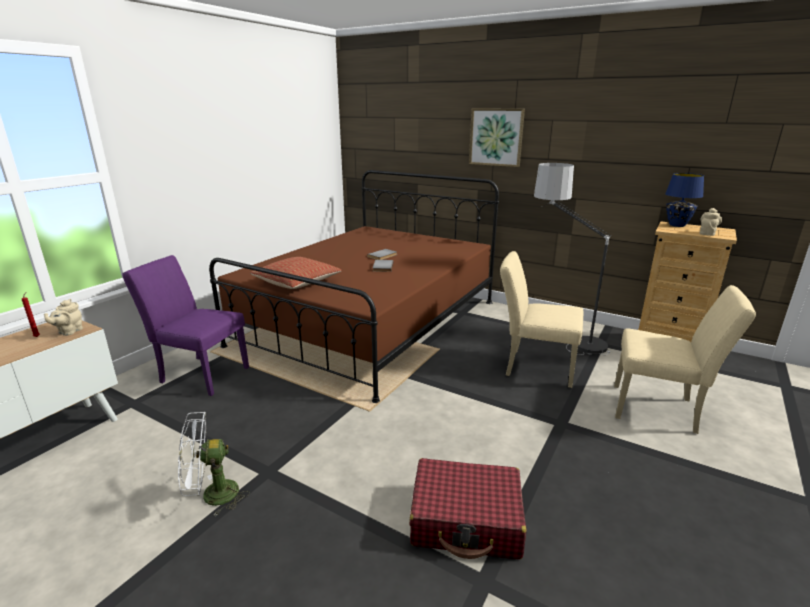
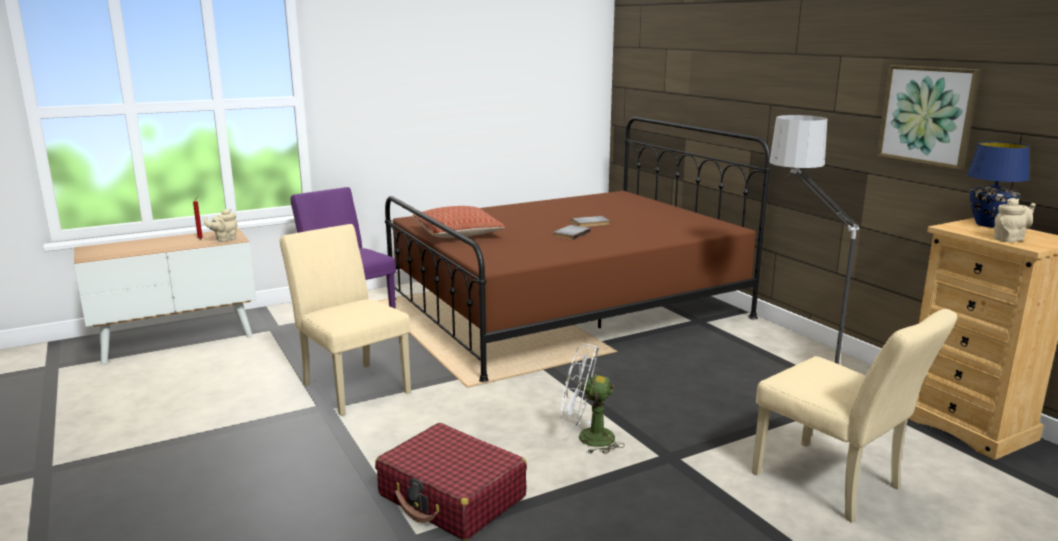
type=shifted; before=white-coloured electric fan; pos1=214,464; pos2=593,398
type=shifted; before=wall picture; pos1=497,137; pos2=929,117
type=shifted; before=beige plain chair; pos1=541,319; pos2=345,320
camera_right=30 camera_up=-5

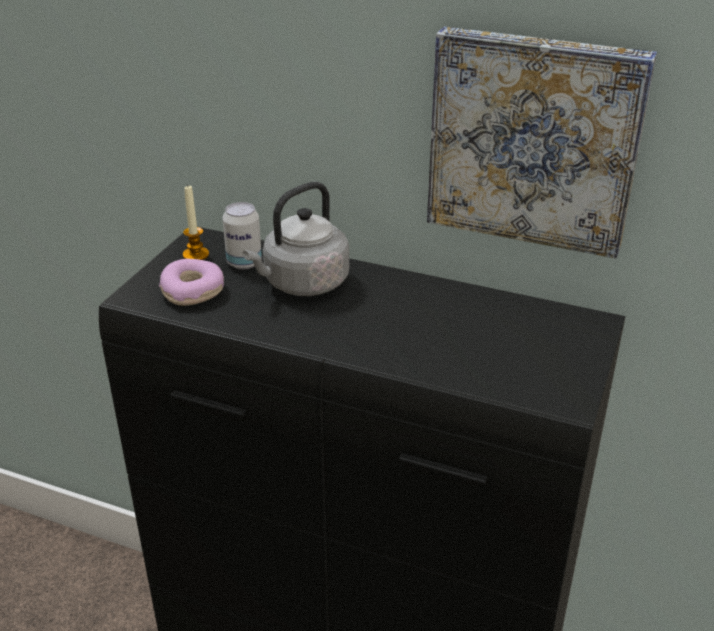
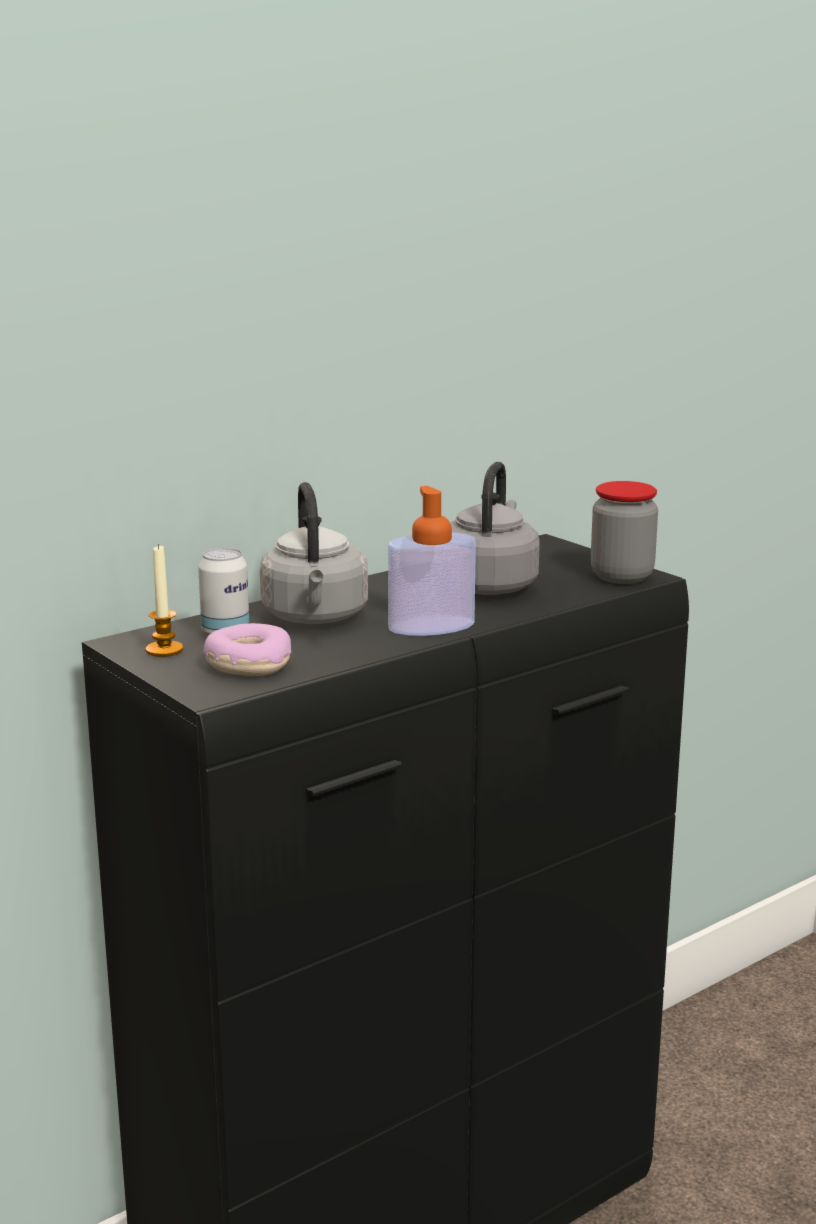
type=gone; before=wall picture; pos1=542,142
type=new; after=liquid soap bottle; pos2=432,561
type=new; after=grey tea kettle; pos2=495,528
type=new; after=preserve jar; pos2=624,532
camera_right=-60 camera_up=-15

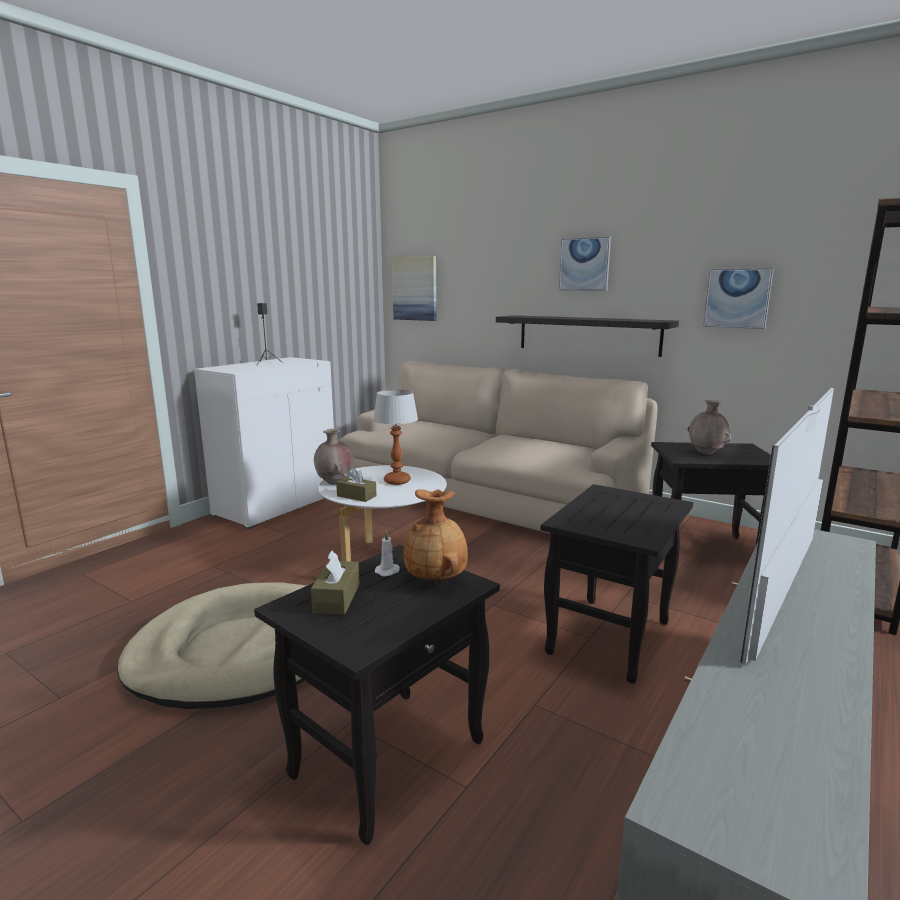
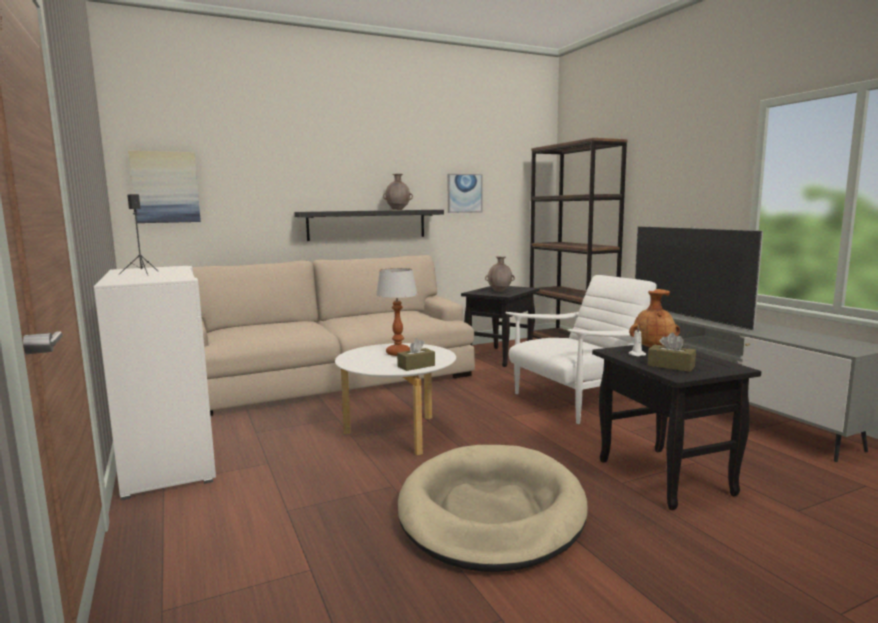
type=shifted; before=brown-coloured vase; pos1=333,457; pos2=398,192
type=swapped; before=black-coloured end table; after=white-coloured armchair; pos1=617,584; pos2=581,349
type=gone; before=wall picture; pos1=585,264
camera_right=-60 camera_up=-5

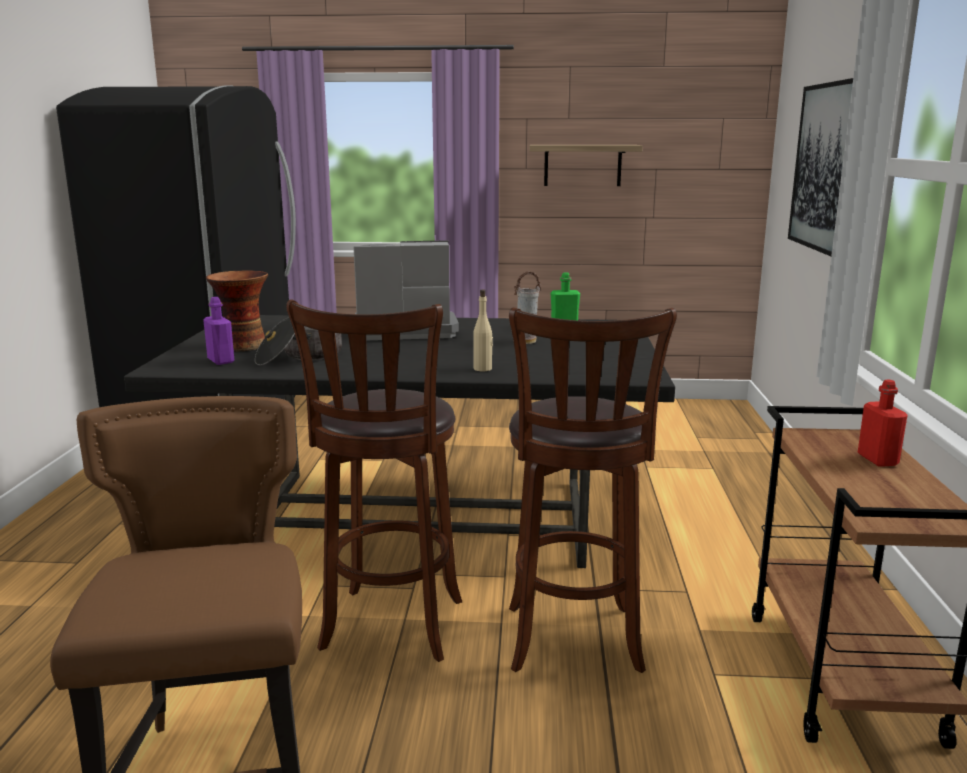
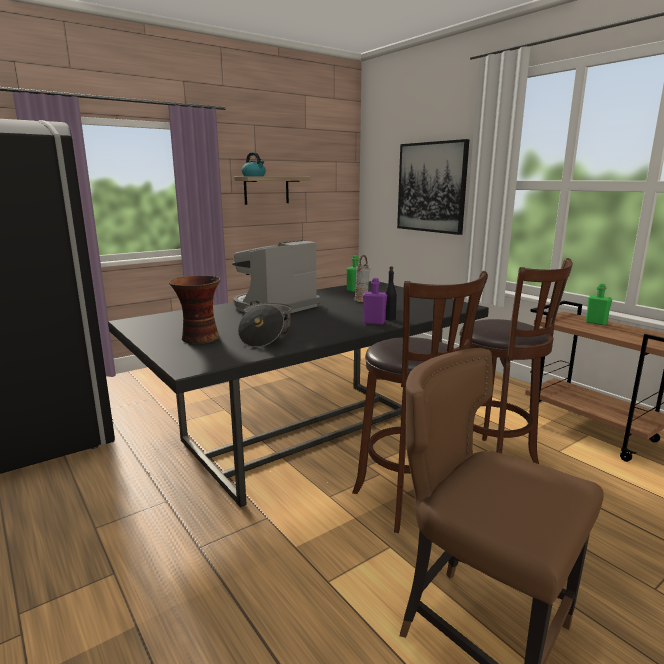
type=shifted; before=purplish beverage bottle; pos1=218,331; pos2=375,301
type=repainted; before=beige beverage bottle; after=black-coloured beverage bottle; pos1=483,330; pos2=391,293
type=repainted; before=reddish beverage bottle; after=green-coloured beverage bottle; pos1=883,423; pos2=598,304
type=new; after=tea kettle; pos2=254,164
camera_right=-40 camera_up=0

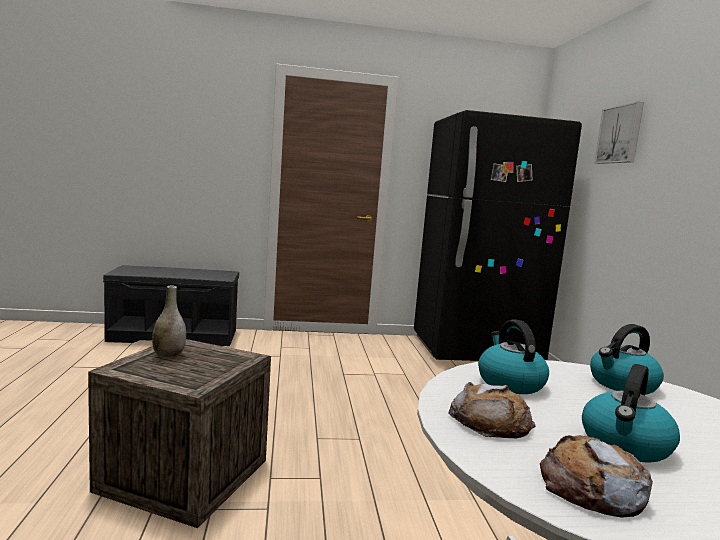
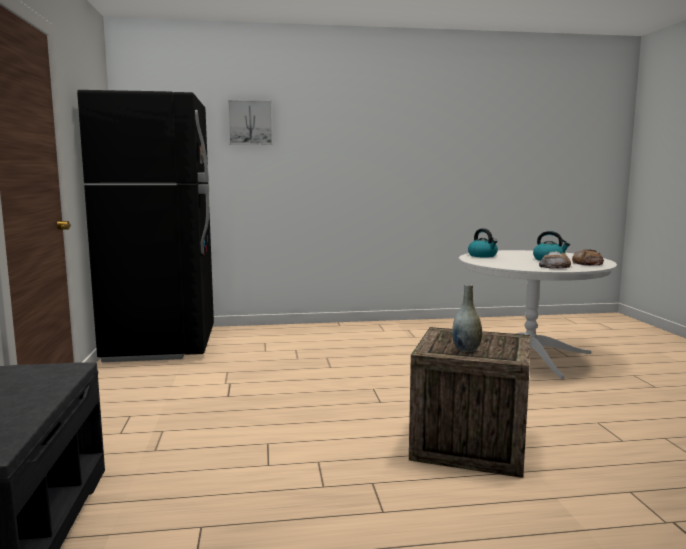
type=gone; before=tea kettle; pos1=513,357
camera_right=-90 camera_up=0

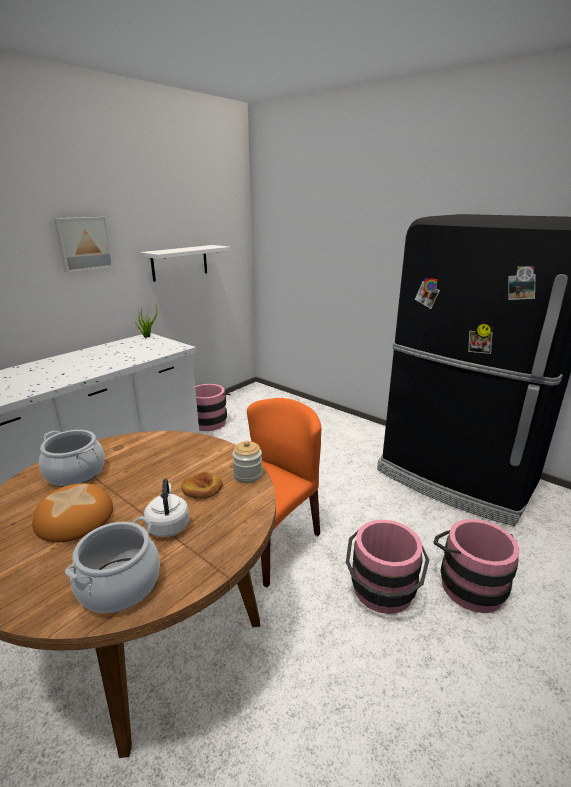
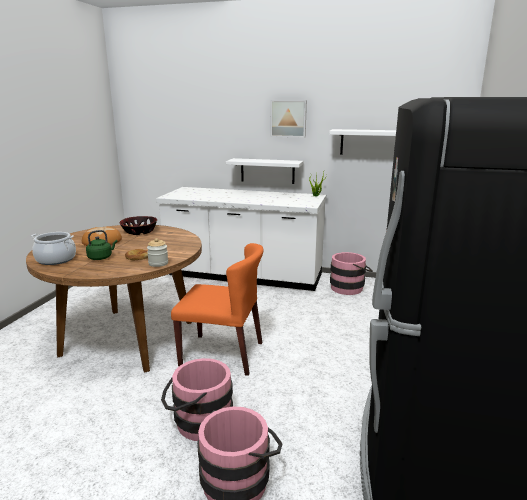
type=swapped; before=stockpot; after=bowl; pos1=72,458; pos2=138,225
type=repainted; before=white-coloured tea kettle; after=green-coloured tea kettle; pos1=166,507; pos2=102,245
type=new; after=white-coloured shelf; pos2=265,171
camera_right=65 camera_up=-5

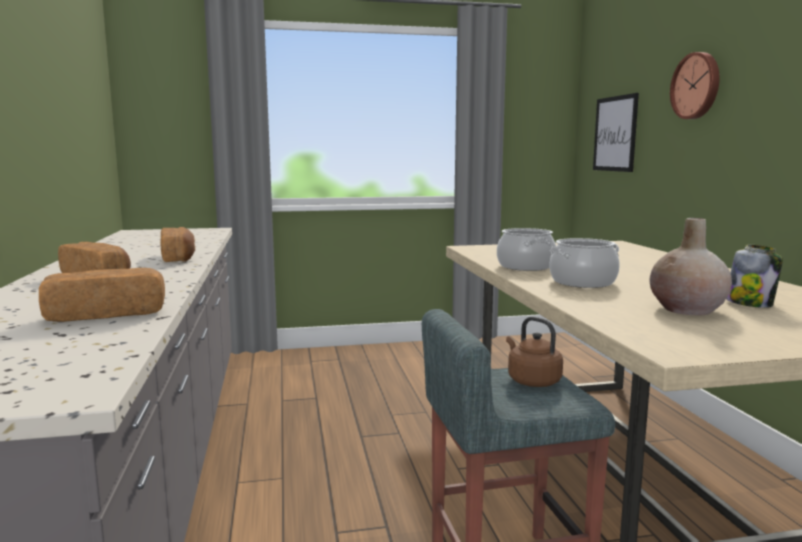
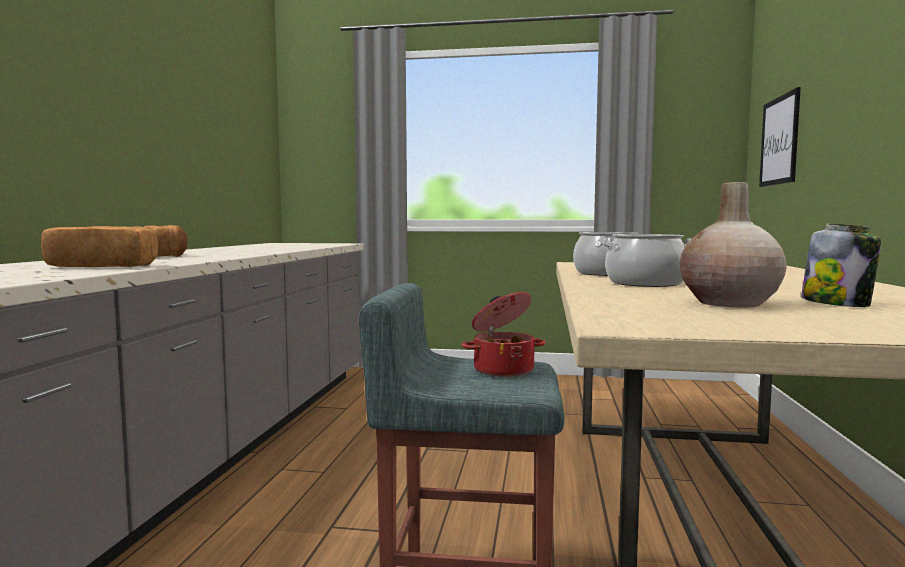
type=gone; before=bread; pos1=178,244
type=swapped; before=brown-coloured tea kettle; after=stockpot; pos1=534,352; pos2=503,334
type=gone; before=clock on the wall; pos1=695,85
camera_right=20 camera_up=-5

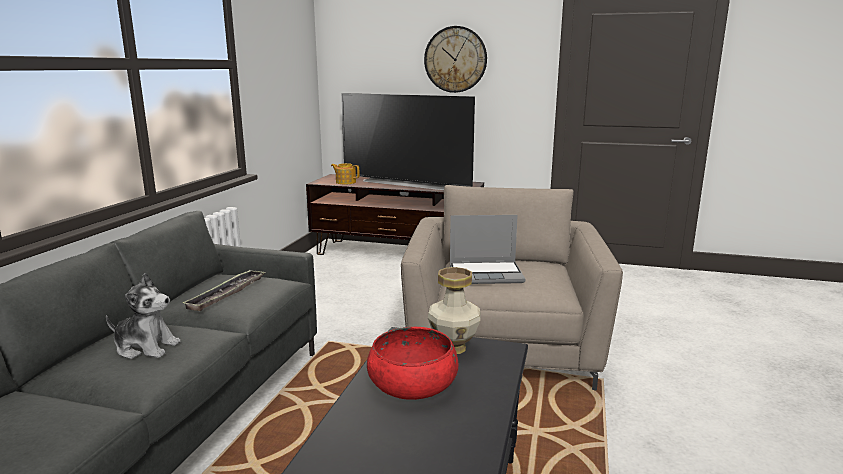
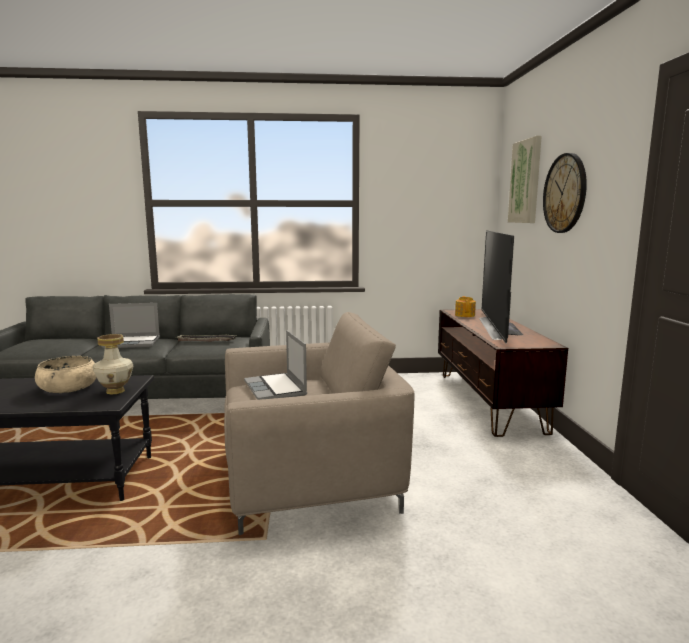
type=swapped; before=plush toy; after=notebook computer; pos1=143,316; pos2=131,325
type=repainted; before=reddish bowl; after=beige bowl; pos1=412,363; pos2=66,374
type=new; after=wall picture; pos2=525,179
camera_right=70 camera_up=-5

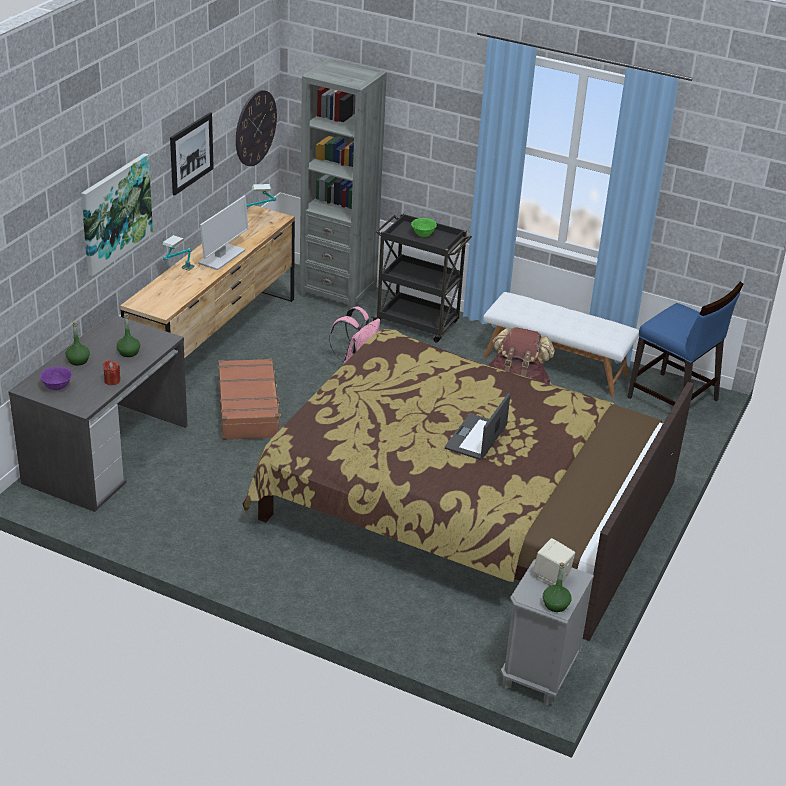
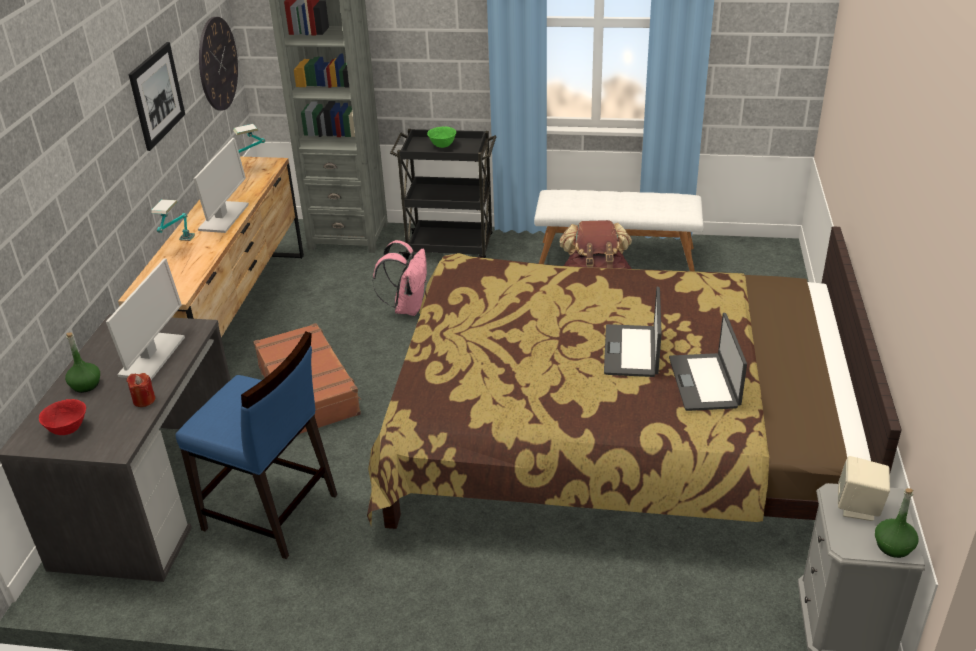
type=repainted; before=purplish bowl; after=reddish bowl; pos1=56,378; pos2=62,417
type=gone; before=wall picture; pos1=117,214
type=swapped; before=green-coloured beverage bottle; after=monitor; pos1=128,335; pos2=145,319
type=shifted; before=blue plain chair; pos1=685,344; pos2=257,445
type=new; after=notebook computer; pos2=708,362
camera_right=-15 camera_up=0

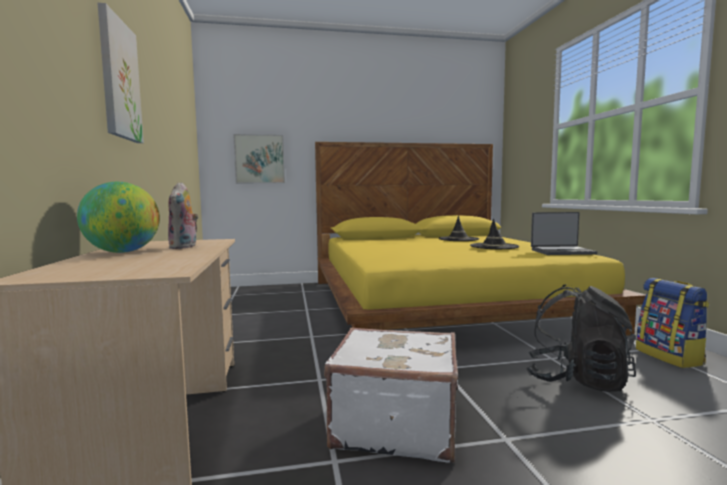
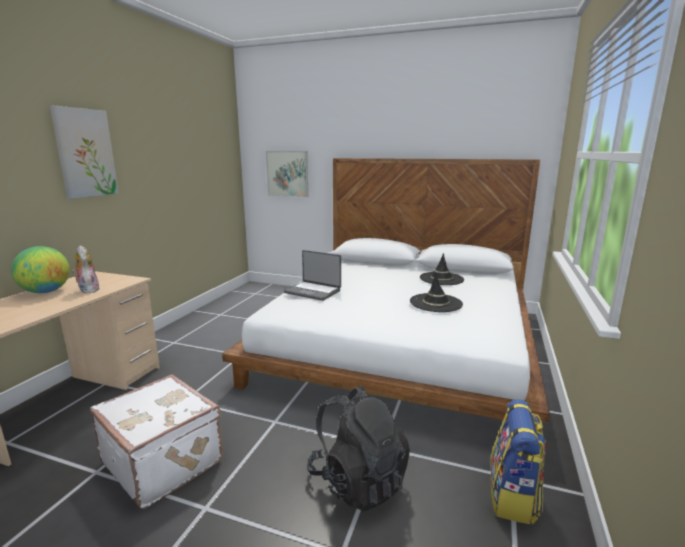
type=rotated; before=plush toy; pos1=183,215; pos2=85,269; turn=120
type=repainted; before=yellow bed; after=white-coloured bed; pos1=480,239; pos2=386,290
type=shifted; before=notebook computer; pos1=564,233; pos2=312,275
camera_right=30 camera_up=10

